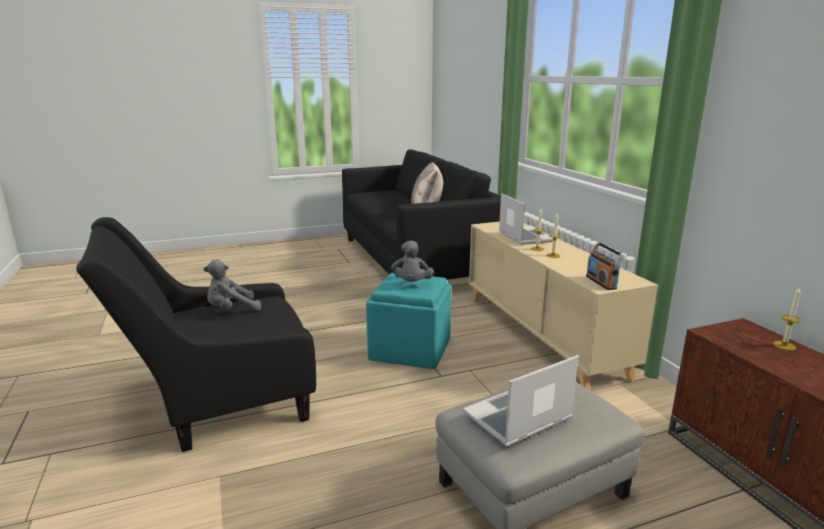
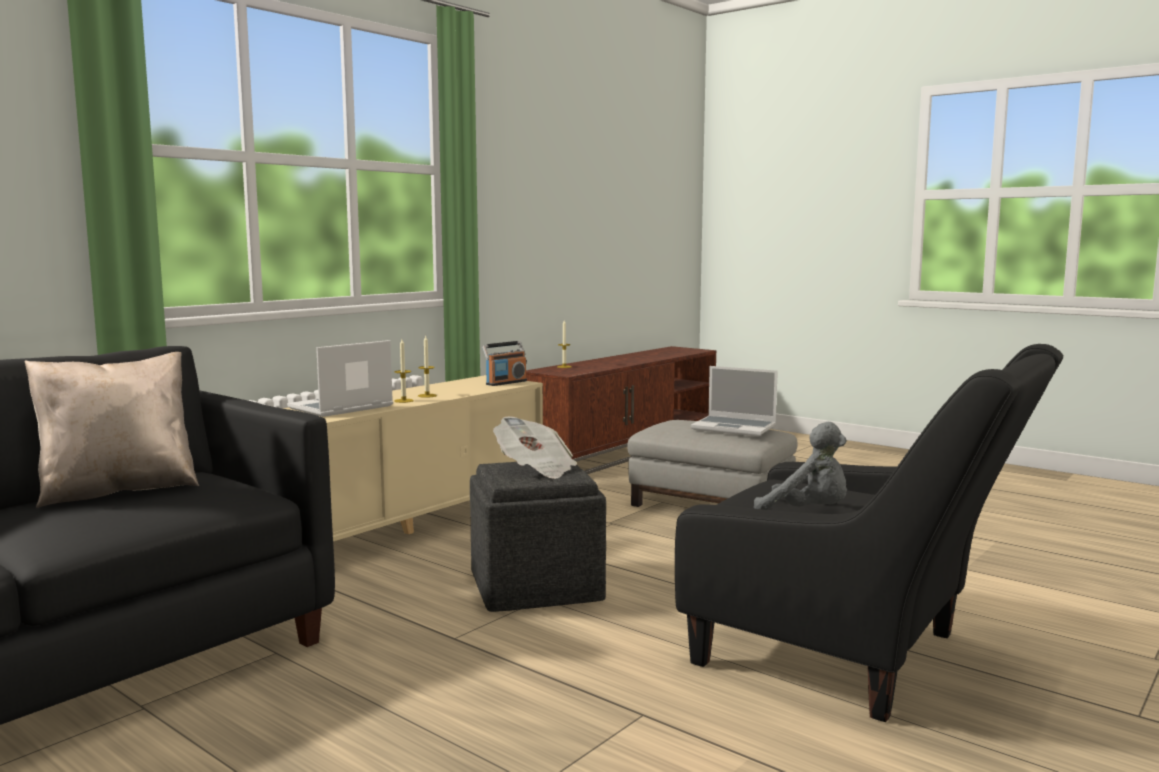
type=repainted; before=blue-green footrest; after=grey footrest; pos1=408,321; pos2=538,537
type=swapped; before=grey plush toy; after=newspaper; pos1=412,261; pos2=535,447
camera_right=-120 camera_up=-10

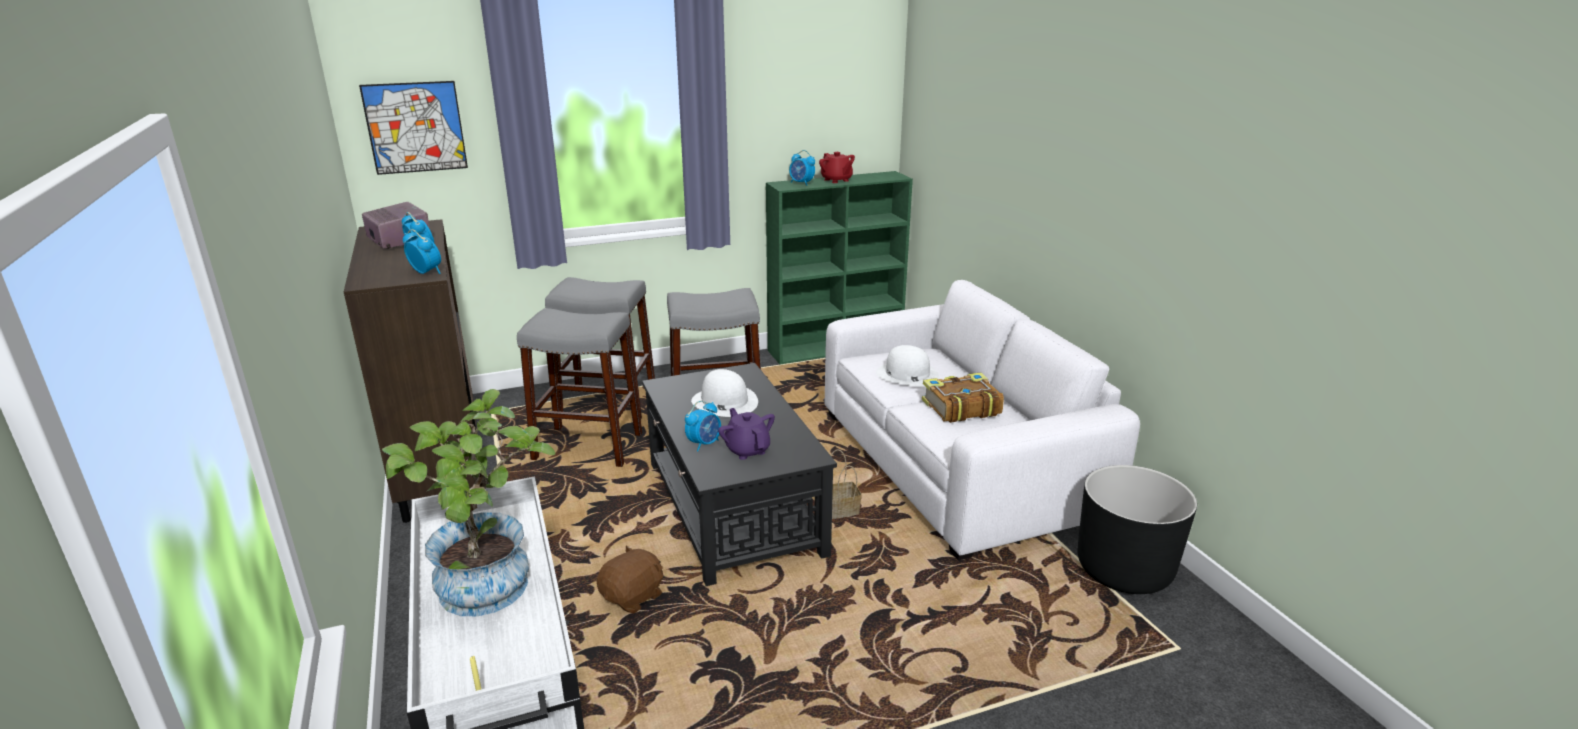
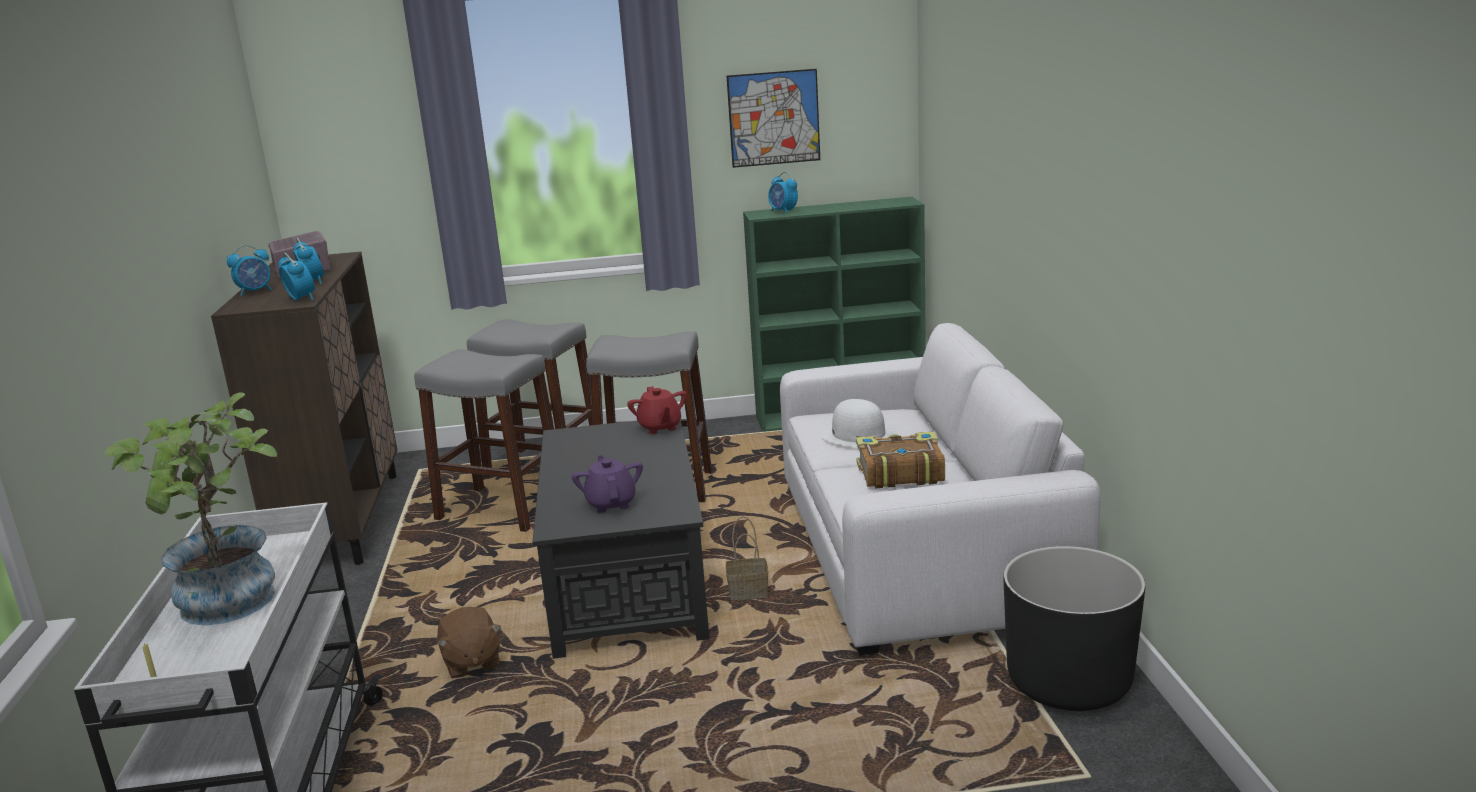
type=shifted; before=wall picture; pos1=413,128; pos2=773,118
type=rotated; before=brown-coloured plush toy; pos1=630,579; pos2=469,642; turn=105
type=shifted; before=alarm clock; pos1=703,426; pos2=249,270
type=gone; before=white-coloured hat; pos1=724,393
type=shifted; before=reddish tea pot; pos1=837,167; pos2=657,410
camera_right=15 camera_up=-5

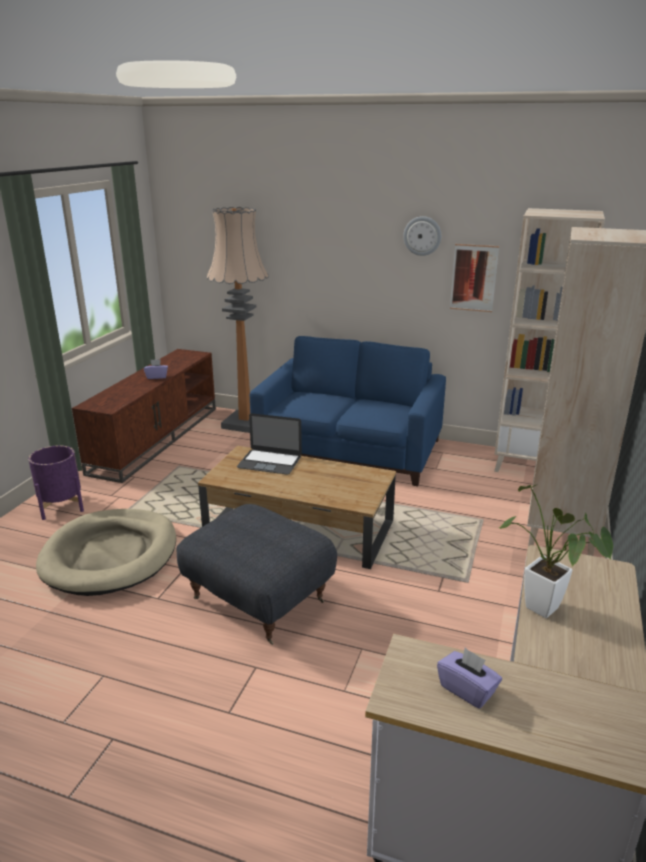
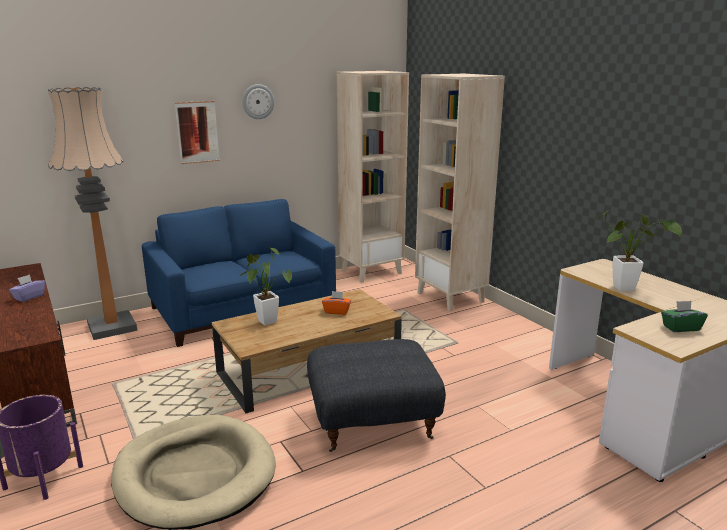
type=swapped; before=notebook computer; after=potted plant; pos1=269,444; pos2=266,285
type=repainted; before=purplish tissue holder; after=green-coloured tissue holder; pos1=469,678; pos2=684,316
type=shifted; before=wall picture; pos1=474,278; pos2=197,132
type=new; after=orange-coloured tissue holder; pos2=336,303
camera_right=-50 camera_up=-5

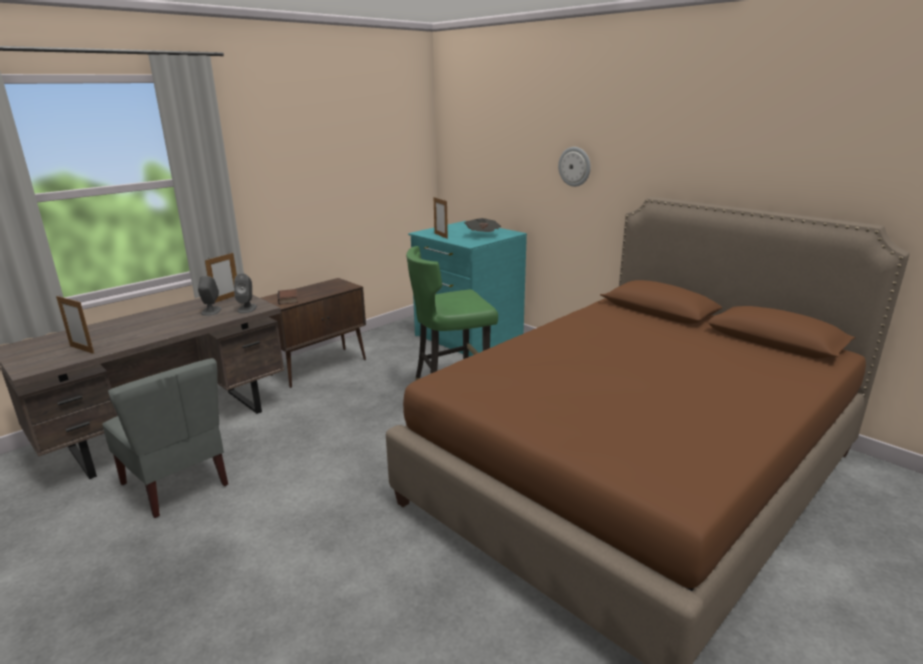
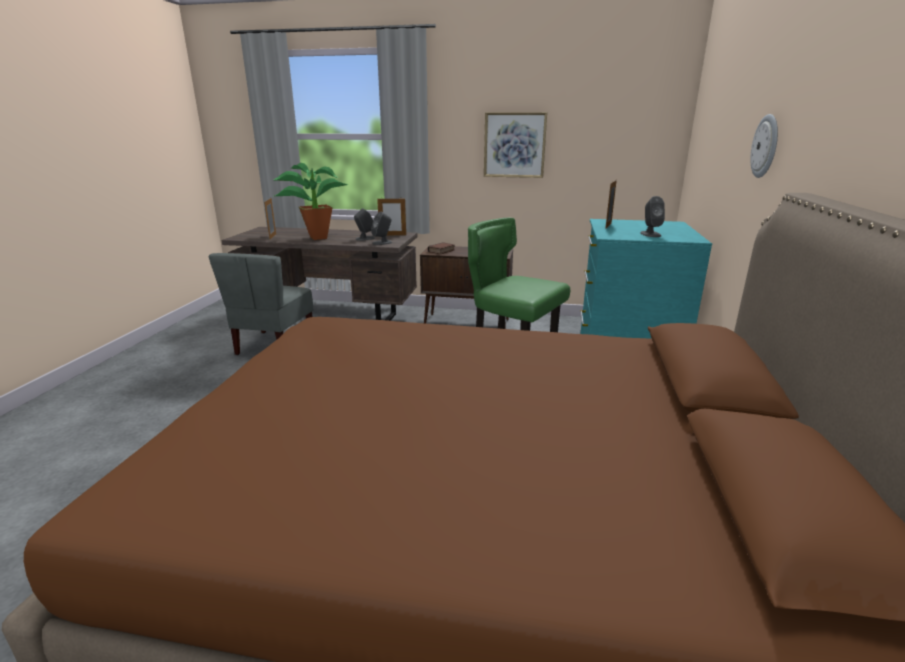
type=swapped; before=newspaper; after=grey speaker; pos1=482,225; pos2=652,216
type=new; after=potted plant; pos2=310,201
type=new; after=wall picture; pos2=515,145
camera_right=55 camera_up=0

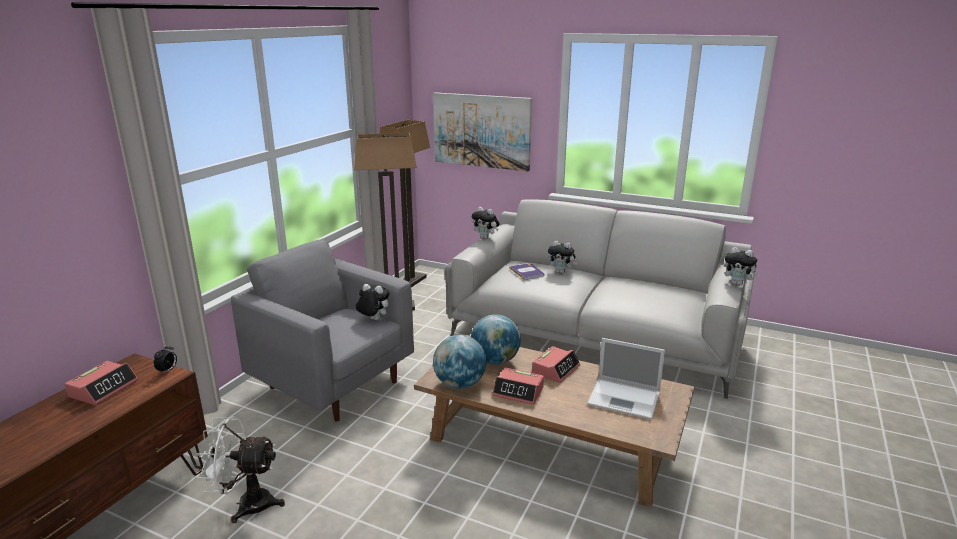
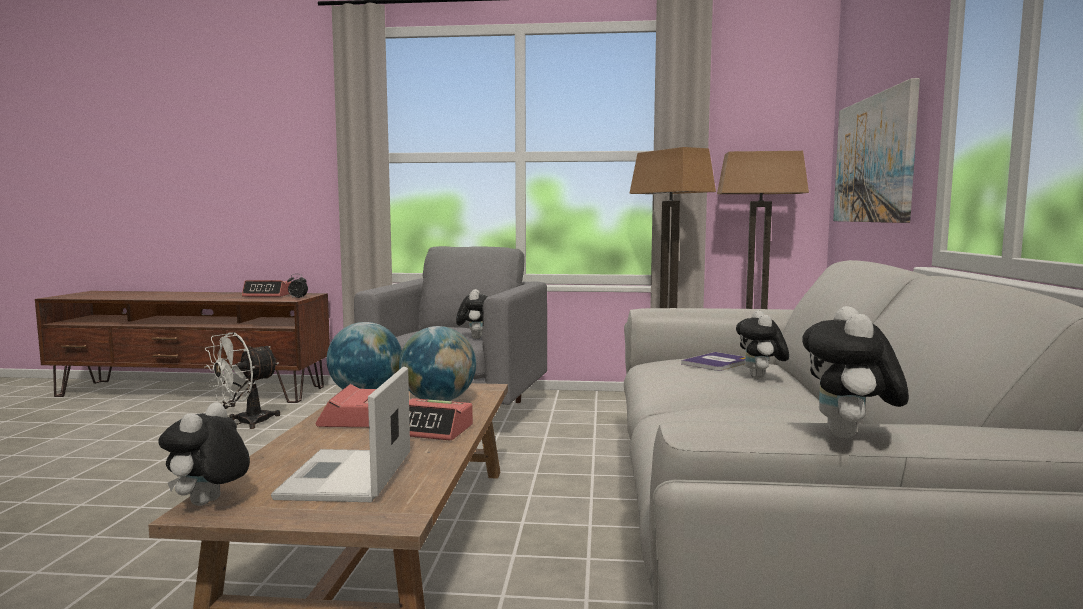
type=rotated; before=white-coloured electric fan; pos1=241,469; pos2=242,380; turn=-120
type=shifted; before=plush toy; pos1=486,223; pos2=204,454
camera_right=70 camera_up=-15

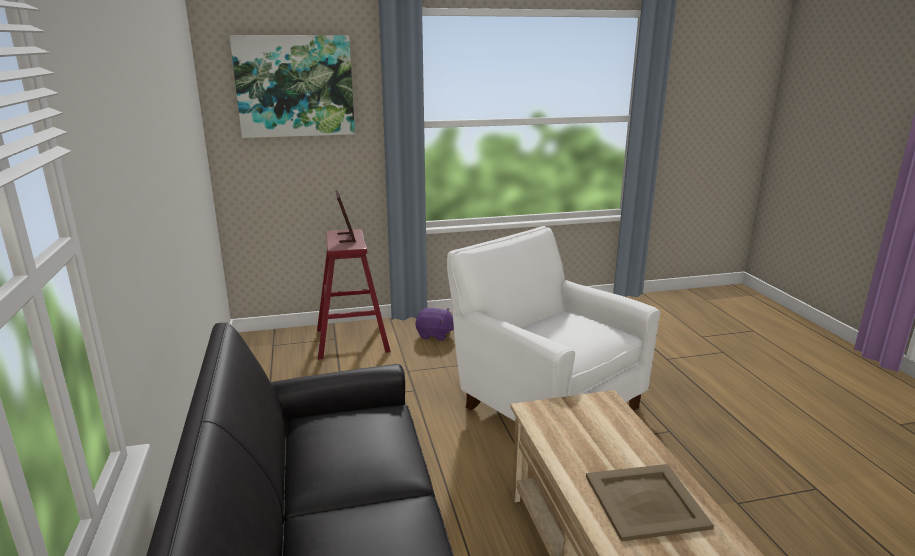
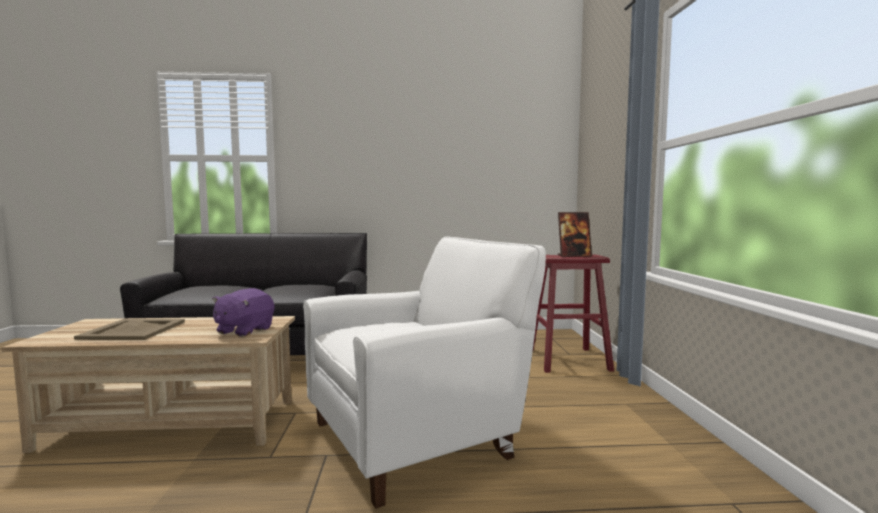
type=gone; before=wall picture; pos1=292,86
type=shifted; before=purplish plush toy; pos1=435,324; pos2=243,312
camera_right=100 camera_up=-15

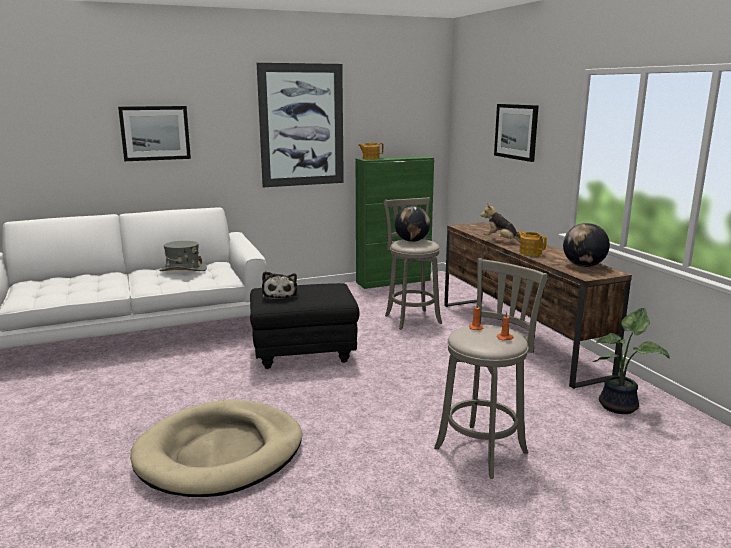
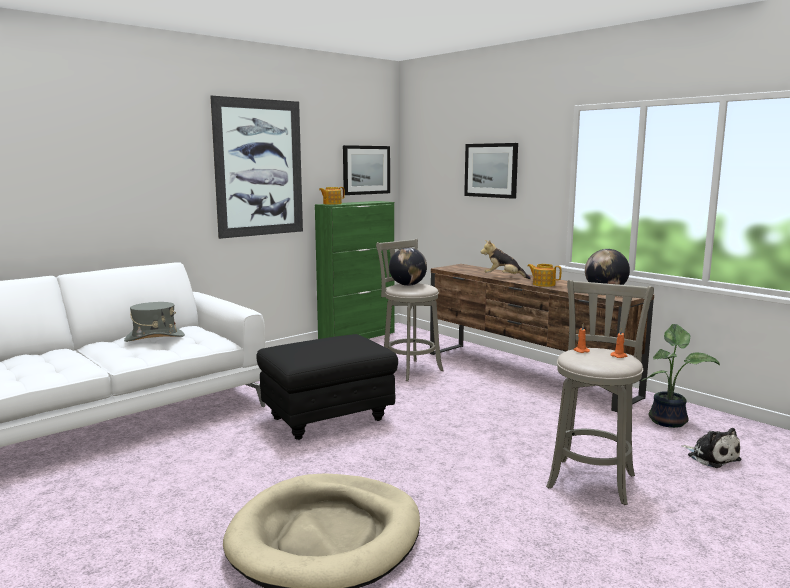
type=shifted; before=wall picture; pos1=154,133; pos2=366,170
type=shifted; before=plush toy; pos1=279,285; pos2=712,448
camera_right=-20 camera_up=-5

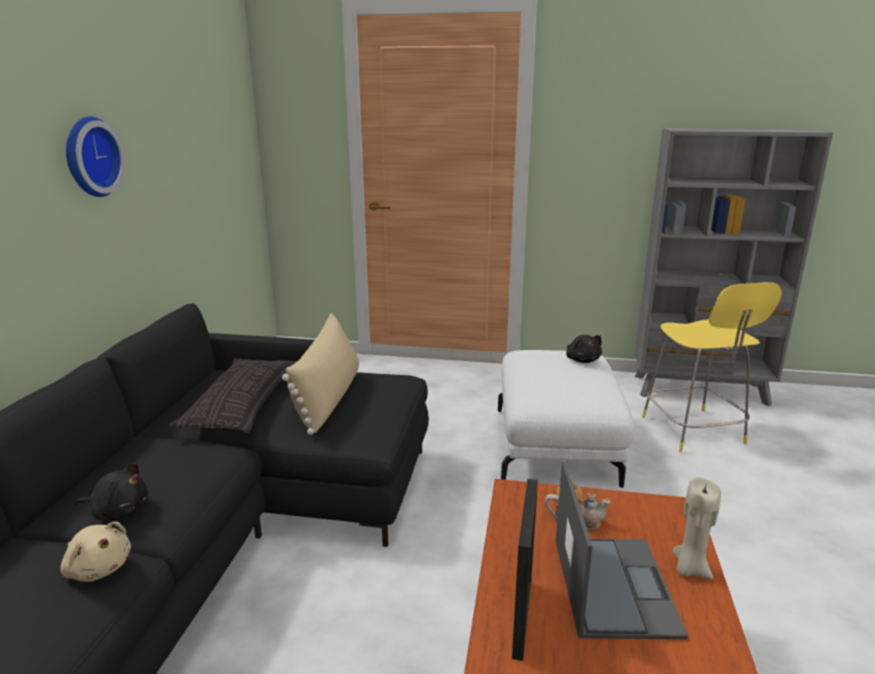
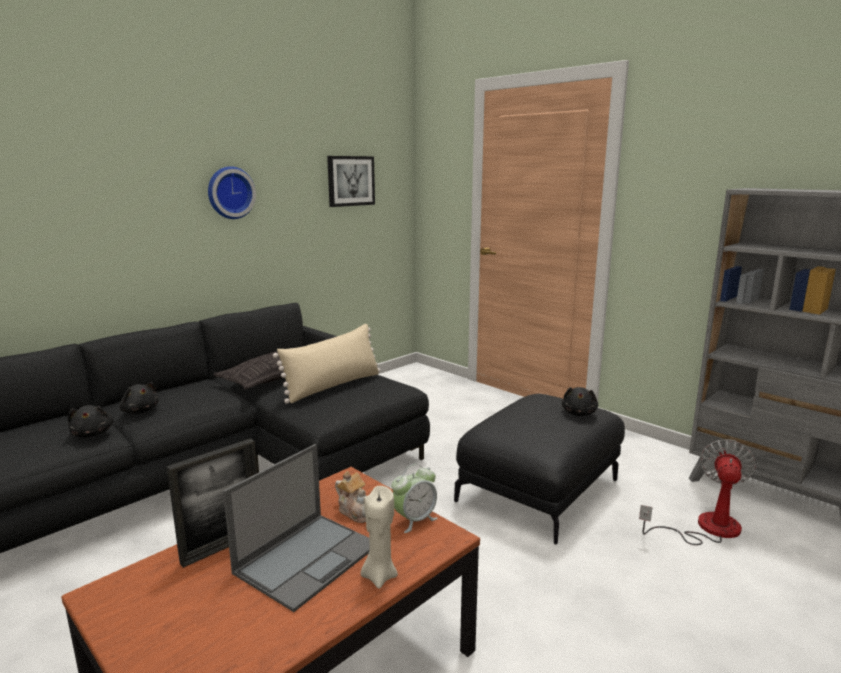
type=repainted; before=beige plush toy; after=black-coloured plush toy; pos1=96,552; pos2=90,421
type=repainted; before=white-coloured footrest; after=black-coloured footrest; pos1=566,419; pos2=539,469
type=swapped; before=yellow sitting stool; after=electric fan; pos1=712,367; pos2=697,492
type=new; after=wall picture; pos2=351,181
type=new; after=alarm clock; pos2=414,498
camera_right=35 camera_up=-5

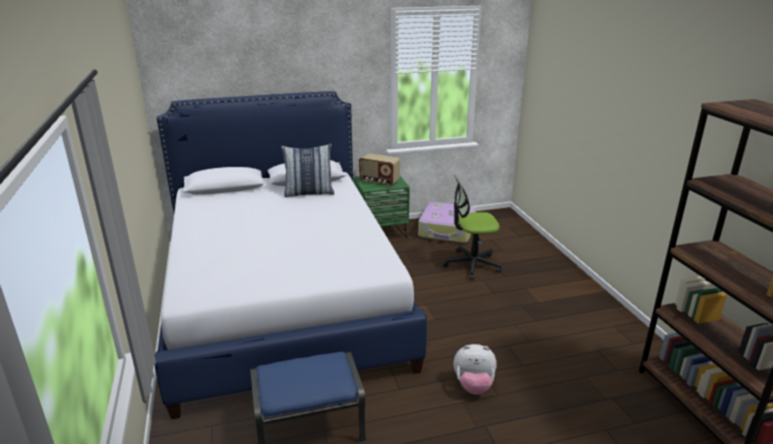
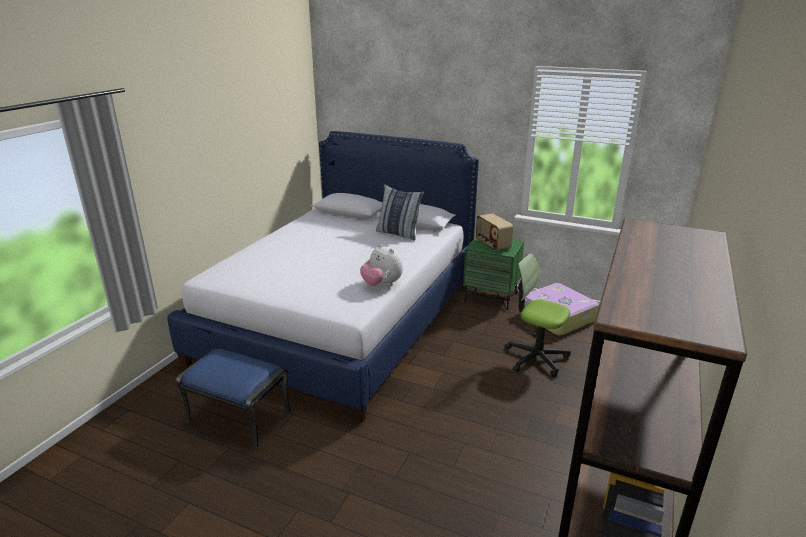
type=shifted; before=plush toy; pos1=475,369; pos2=381,265
camera_right=40 camera_up=0

